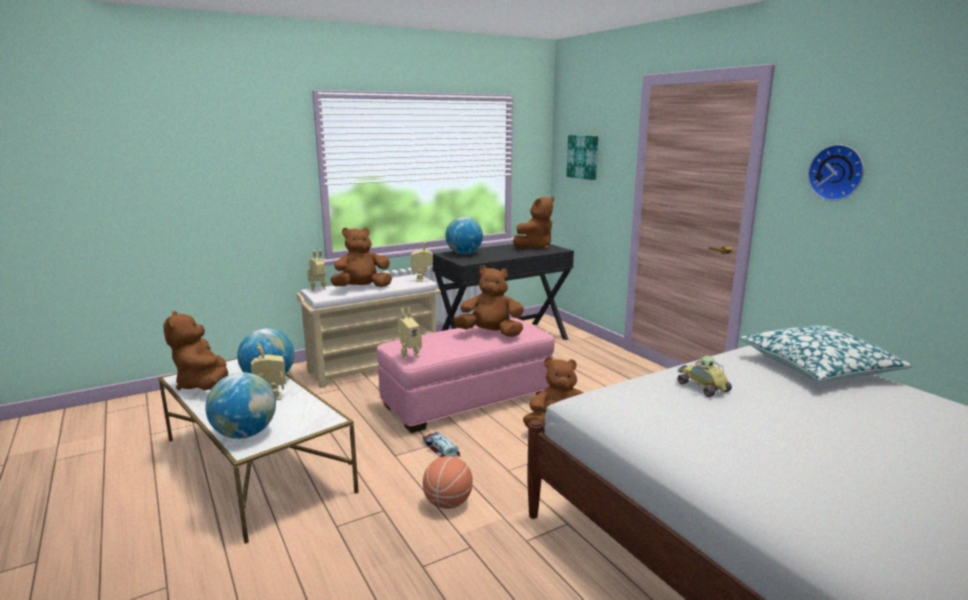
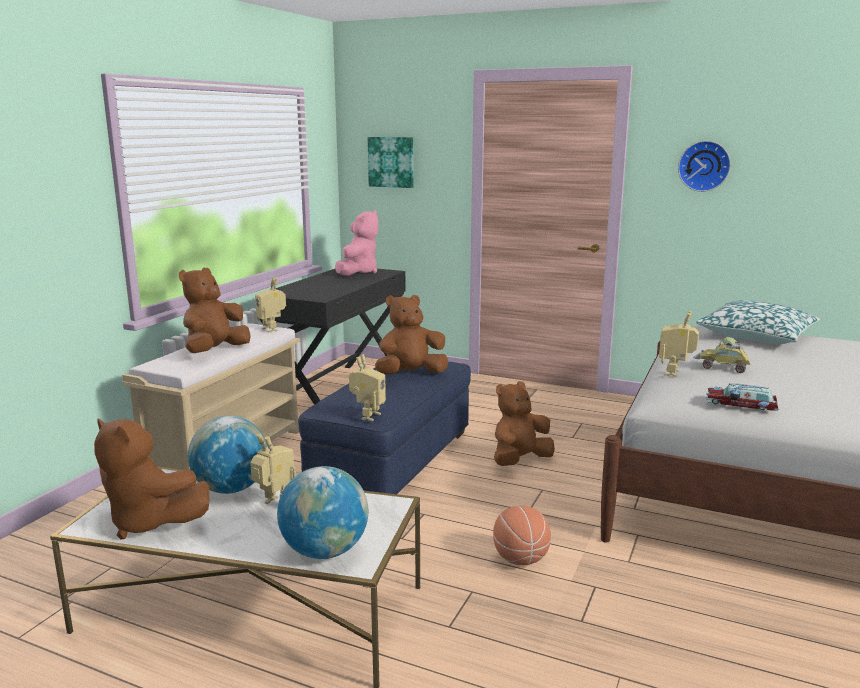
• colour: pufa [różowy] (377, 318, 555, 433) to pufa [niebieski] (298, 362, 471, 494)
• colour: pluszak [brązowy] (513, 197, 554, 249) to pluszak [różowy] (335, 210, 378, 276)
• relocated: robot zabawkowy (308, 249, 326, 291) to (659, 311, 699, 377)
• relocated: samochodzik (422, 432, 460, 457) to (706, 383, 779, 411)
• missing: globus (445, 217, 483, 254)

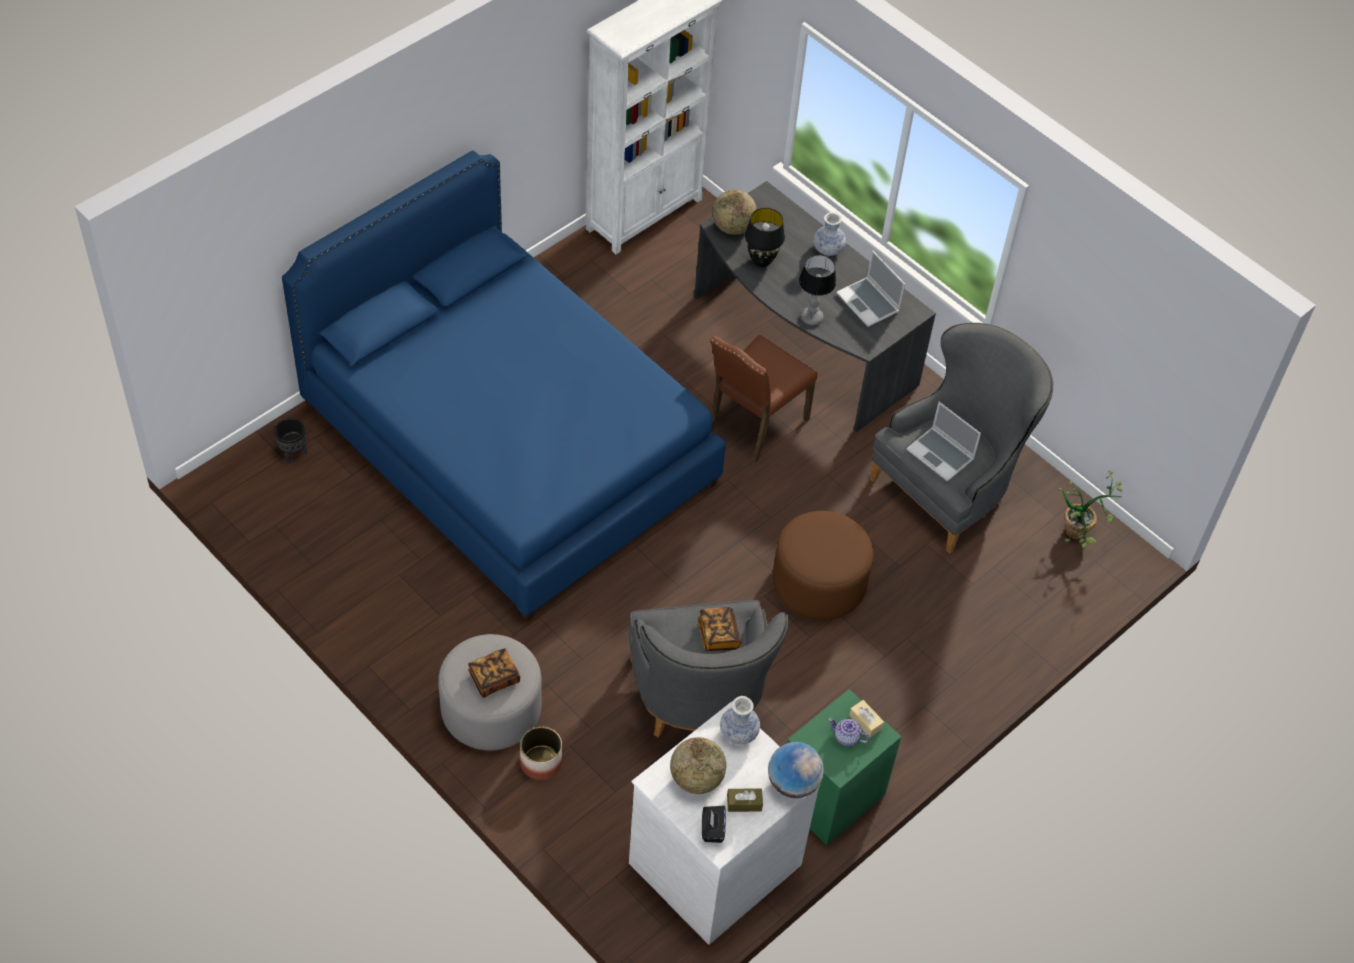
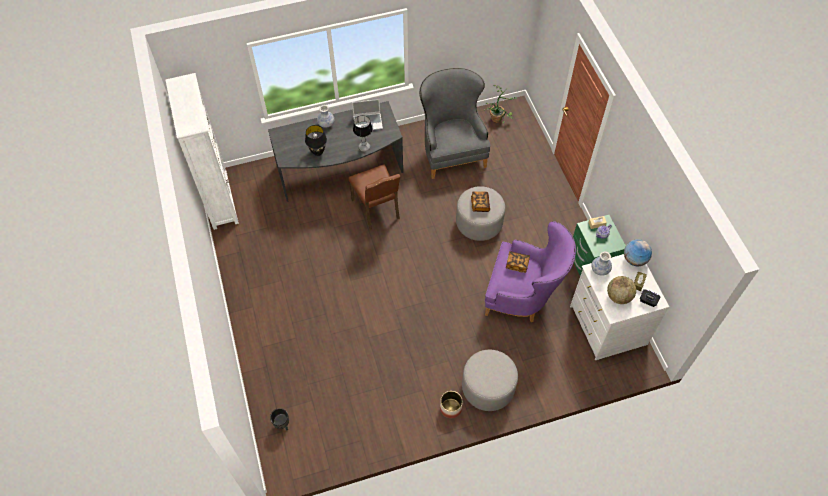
• relocated: donica (520, 726, 562, 780) to (440, 391, 463, 418)
• colour: pufa [brązowy] (772, 511, 874, 620) to pufa [szary] (456, 186, 505, 241)
• relocated: książka (468, 648, 520, 698) to (471, 191, 490, 212)
• colour: fotel [szary] (629, 600, 789, 737) to fotel [fioletowy] (485, 221, 576, 322)
• missing: łóżko [niebieski] (282, 150, 726, 622)
• missing: globus (712, 189, 757, 235)
• missing: laptop (906, 402, 981, 482)

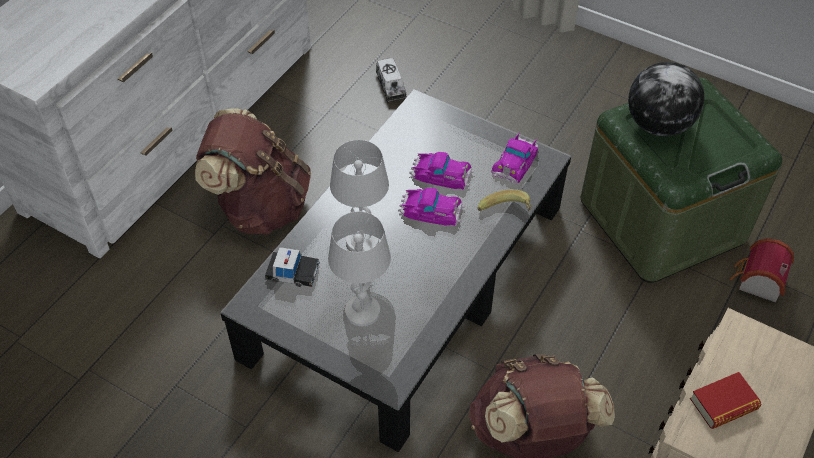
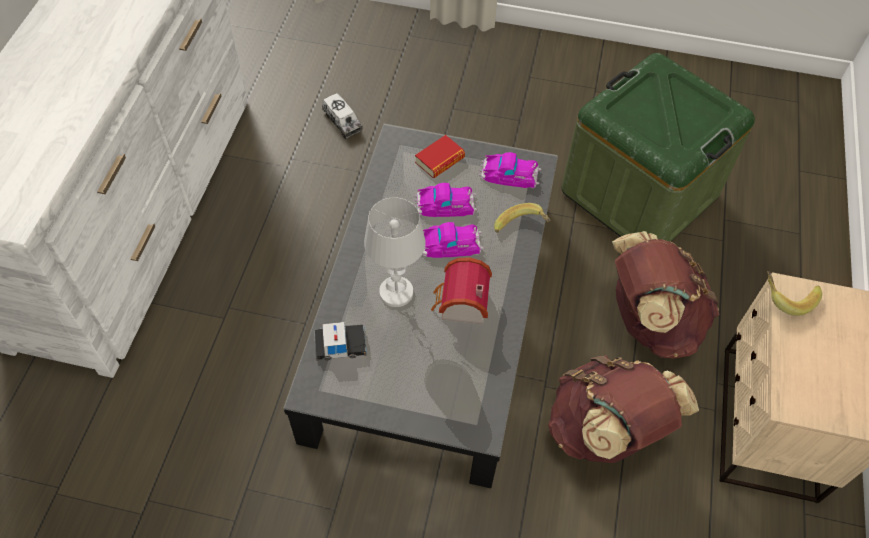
• relocated: książka (690, 372, 761, 429) to (415, 135, 465, 178)
• relocated: domek (730, 238, 794, 303) to (431, 257, 492, 324)
• spun: samochodzik (492, 133, 539, 184) = (479, 152, 541, 188) 90 degrees counterclockwise
• relocated: plecak [brązowy] (195, 108, 311, 235) to (612, 231, 720, 358)
• appeared: banan (767, 271, 822, 316)
• missing: lampa stołowa [biały] (328, 211, 391, 326)
• missing: globus (628, 62, 705, 136)

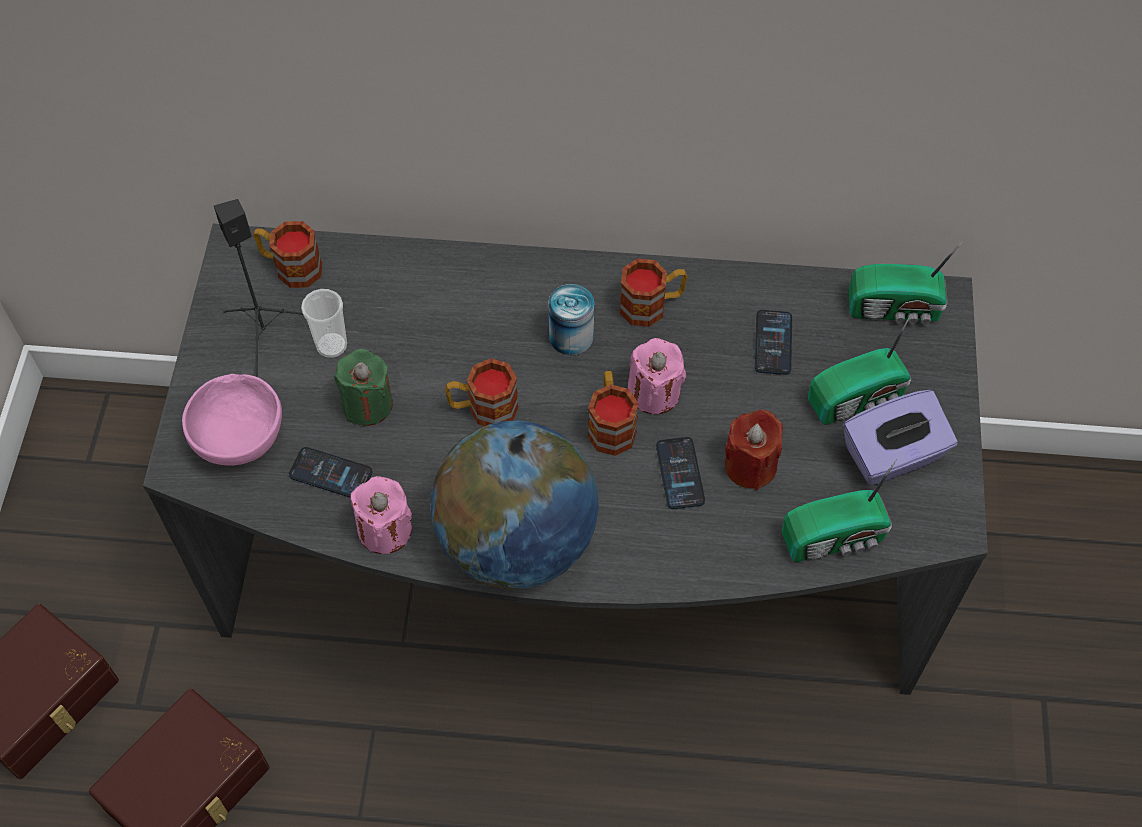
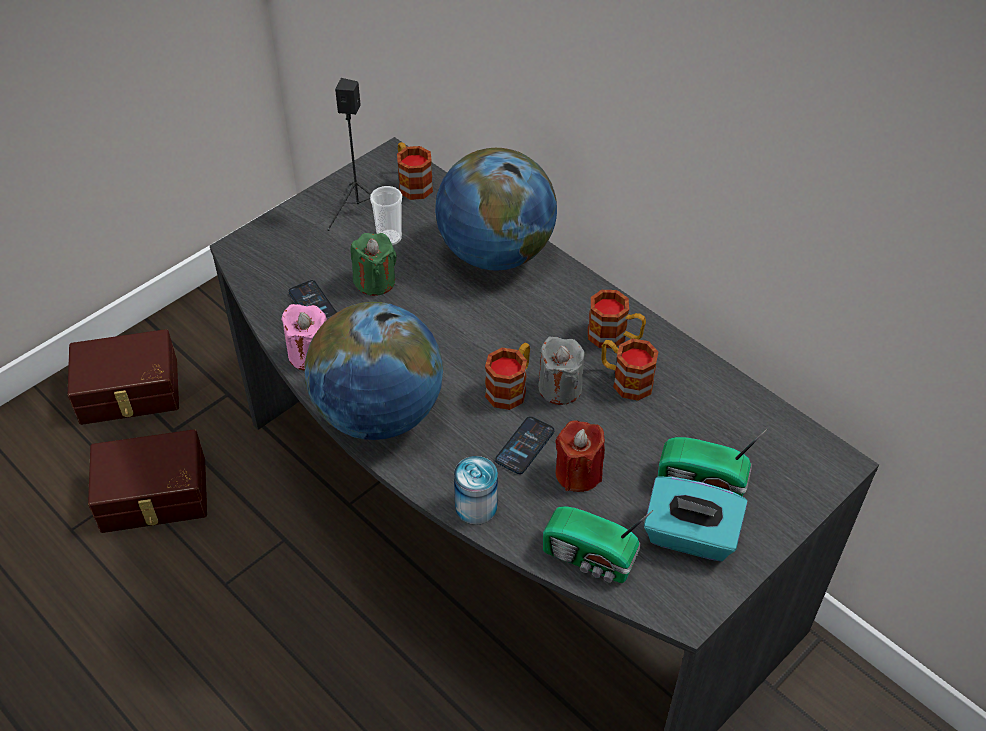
• appeared: globus (435, 148, 557, 271)
• relocated: puszka (548, 284, 594, 355) to (454, 456, 498, 525)
• colour: świeca [różowy] (628, 338, 686, 414) to świeca [szary] (538, 336, 585, 405)
• relocated: kubek (445, 358, 519, 426) to (601, 338, 658, 401)
• colour: pudełko chusteczek [fioletowy] (843, 390, 958, 486) to pudełko chusteczek [turkusowy] (644, 477, 747, 561)
• missing: miska [różowy] (182, 374, 282, 465)
• missing: telefon (755, 310, 792, 375)
• missing: radio (849, 240, 964, 324)

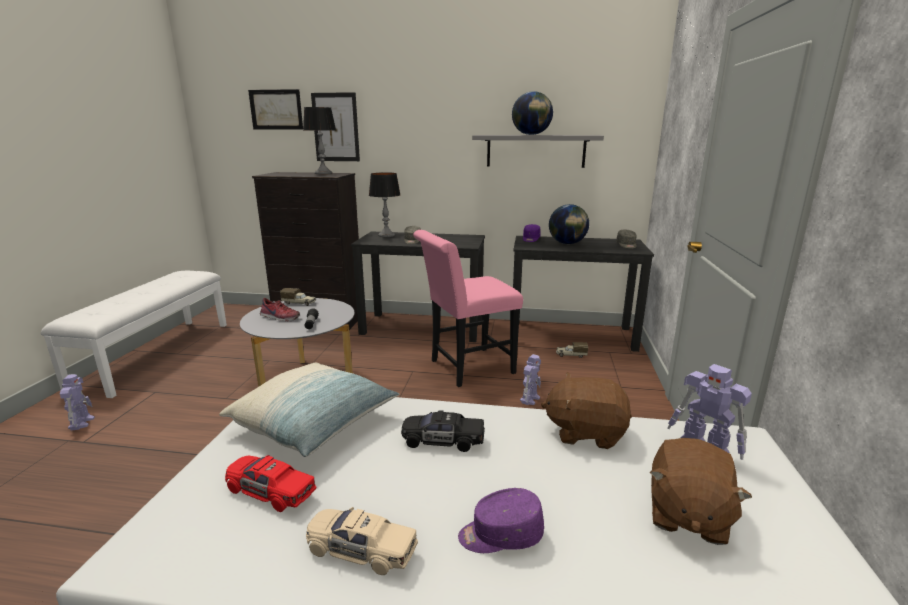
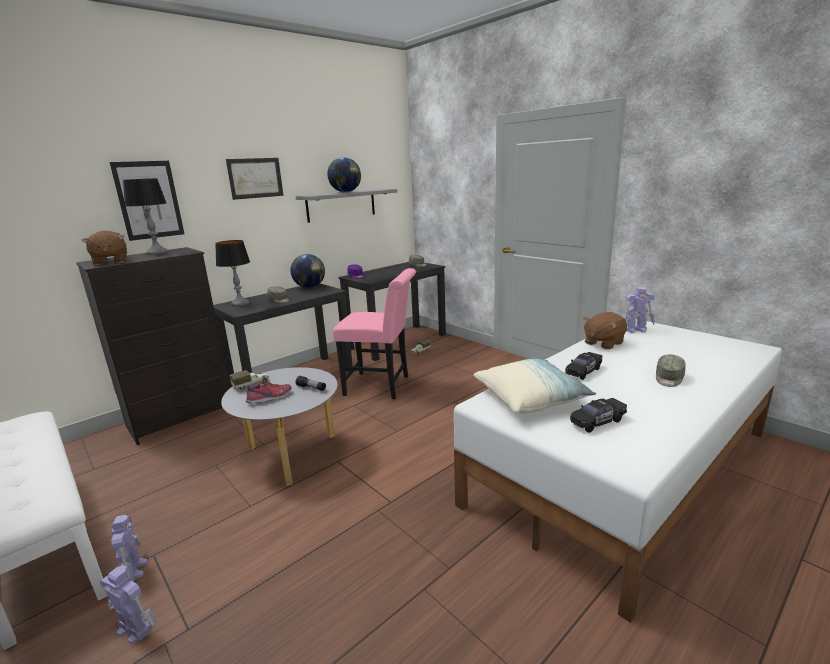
• relocated: pluszak [brązowy] (650, 438, 752, 545) to (81, 231, 127, 265)
• relocated: robot zabawkowy (520, 354, 541, 405) to (111, 515, 147, 582)
• relocated: obraz (248, 89, 303, 130) to (226, 158, 284, 200)
• relocated: globus (549, 204, 589, 244) to (291, 254, 325, 288)
• spun: krzesło [różowy] (413, 230, 523, 387) = (333, 268, 416, 399) 90 degrees counterclockwise
• colour: samochodzik [czerwony] (225, 455, 316, 512) to samochodzik [czarny] (570, 398, 627, 433)
• colour: czapka z daszkiem [fioletowy] (458, 488, 544, 553) to czapka z daszkiem [szary] (656, 355, 686, 387)
• missing: samochodzik [beżowy] (306, 507, 418, 575)

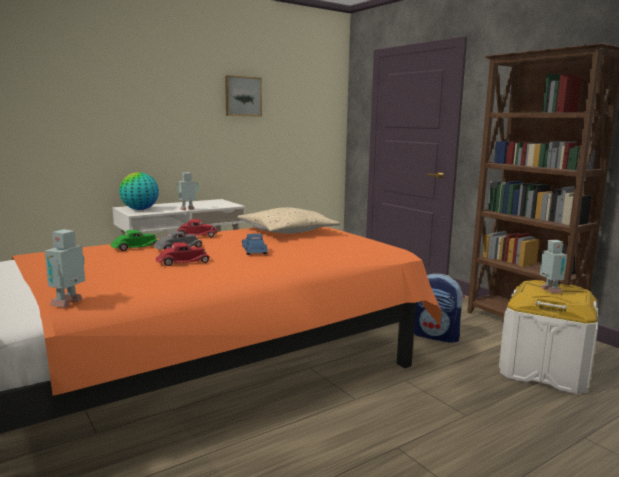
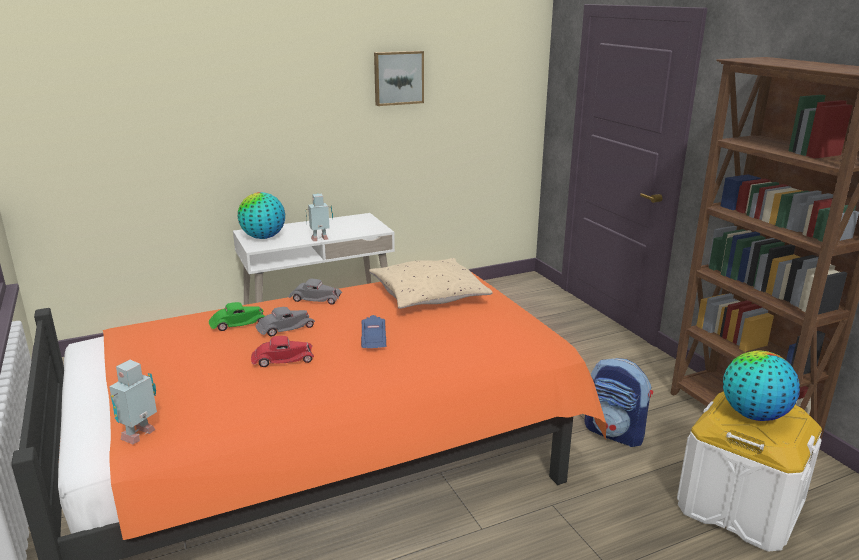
• colour: samochodzik [czerwony] (177, 219, 218, 237) to samochodzik [szary] (288, 279, 342, 305)
• exchanged: robot zabawkowy (540, 240, 567, 293) to globus (723, 350, 800, 421)

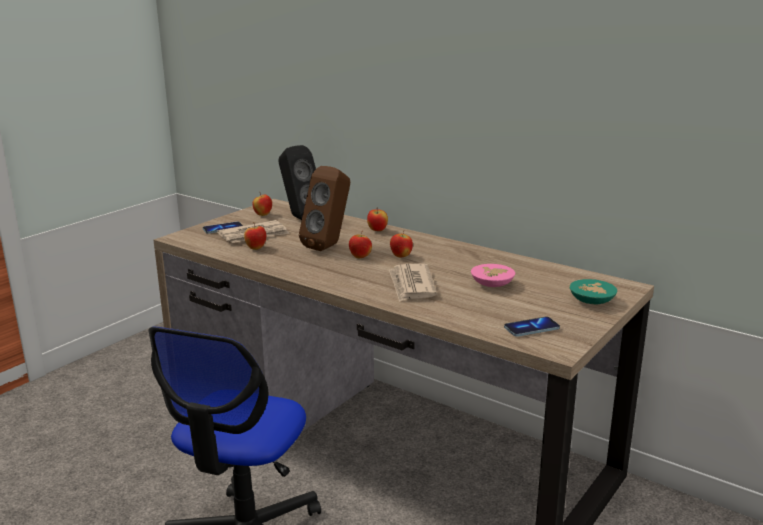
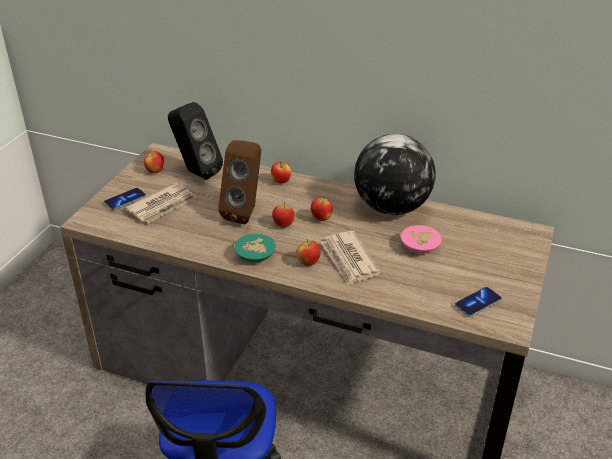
• relocated: miska [turkusowy] (569, 279, 617, 304) to (234, 234, 276, 262)
• relocated: jabłko (244, 222, 266, 250) to (297, 239, 321, 266)
• appeared: globus (354, 134, 436, 215)

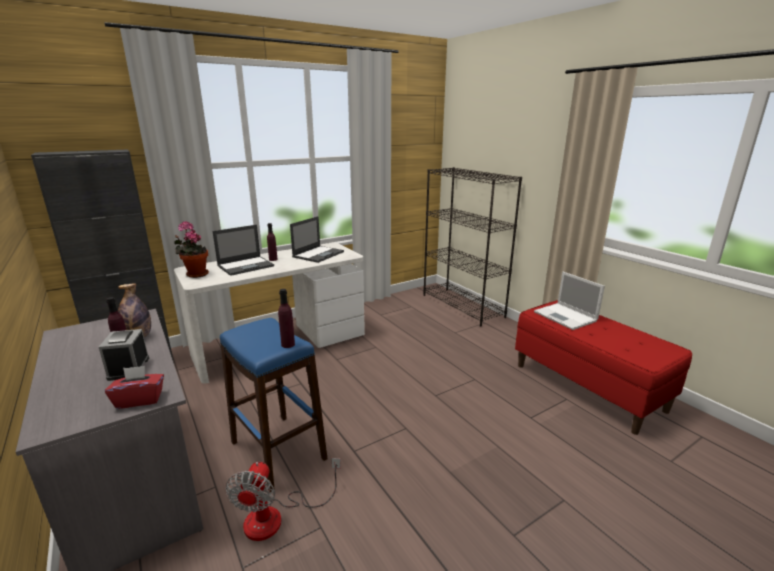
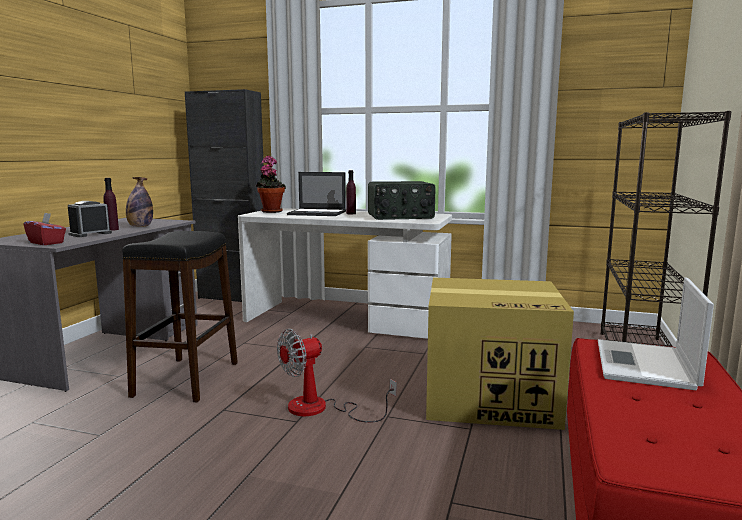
• colour: stołek [niebieski] (220, 318, 328, 492) to stołek [czarny] (122, 231, 238, 402)
• relocated: wentylator (226, 458, 341, 541) to (277, 329, 396, 423)
• exchanged: laptop (290, 216, 344, 263) to radio (368, 181, 436, 220)
• appeared: karton (426, 277, 574, 430)
• missing: butelka [fioletowy] (278, 289, 295, 348)

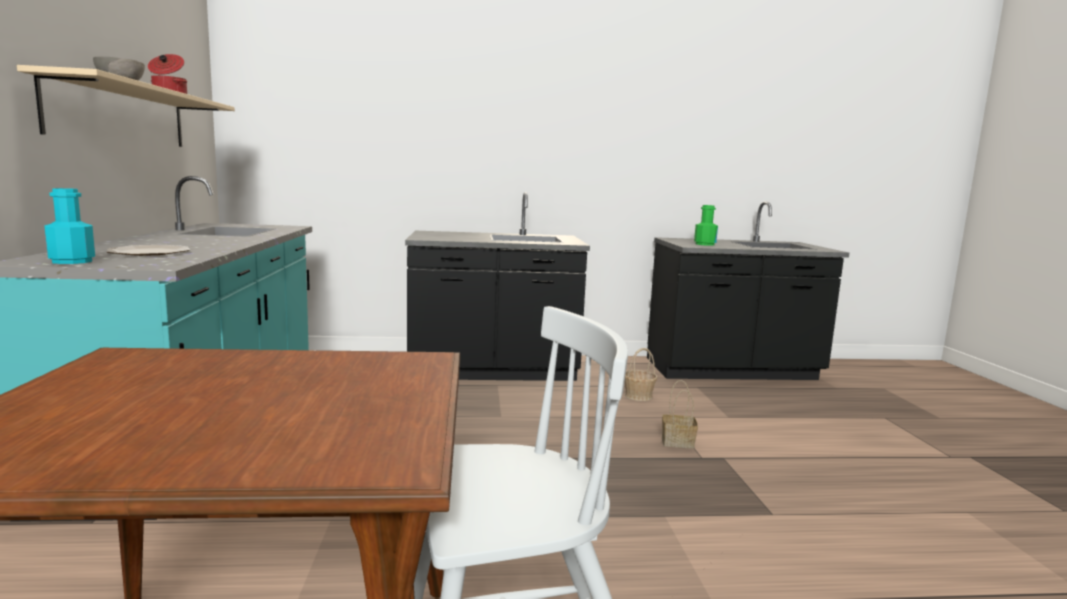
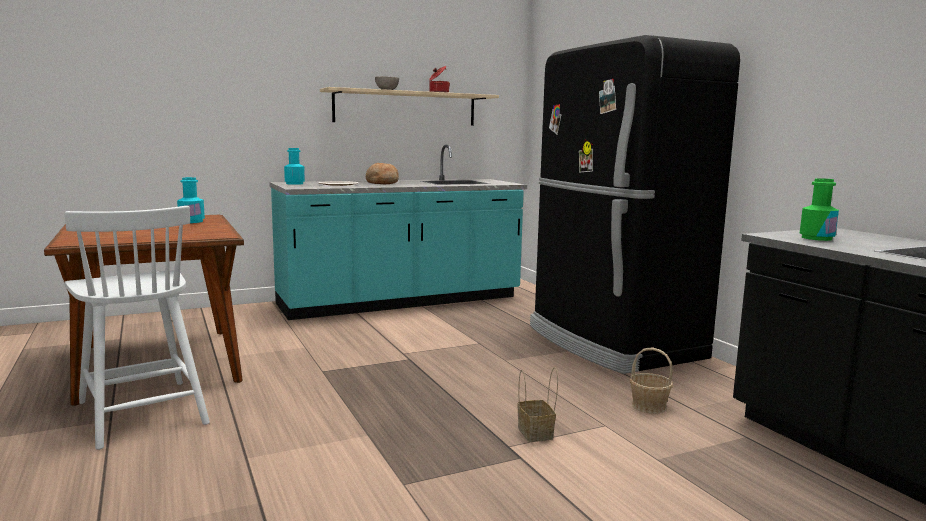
• appeared: butelka [turkusowy] (177, 177, 205, 223)
• appeared: chleb (366, 163, 399, 184)
• exchanged: zabudowa kuchenna [czarny] (405, 192, 590, 381) to lodówka [czarny] (530, 35, 740, 374)

